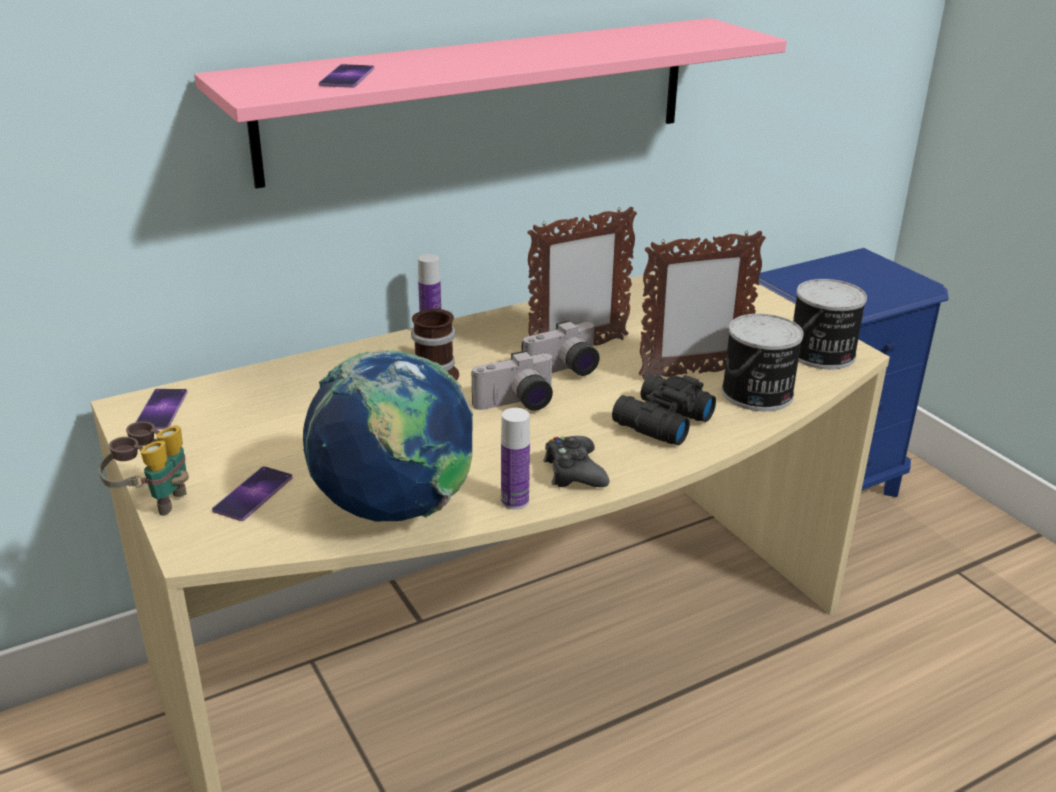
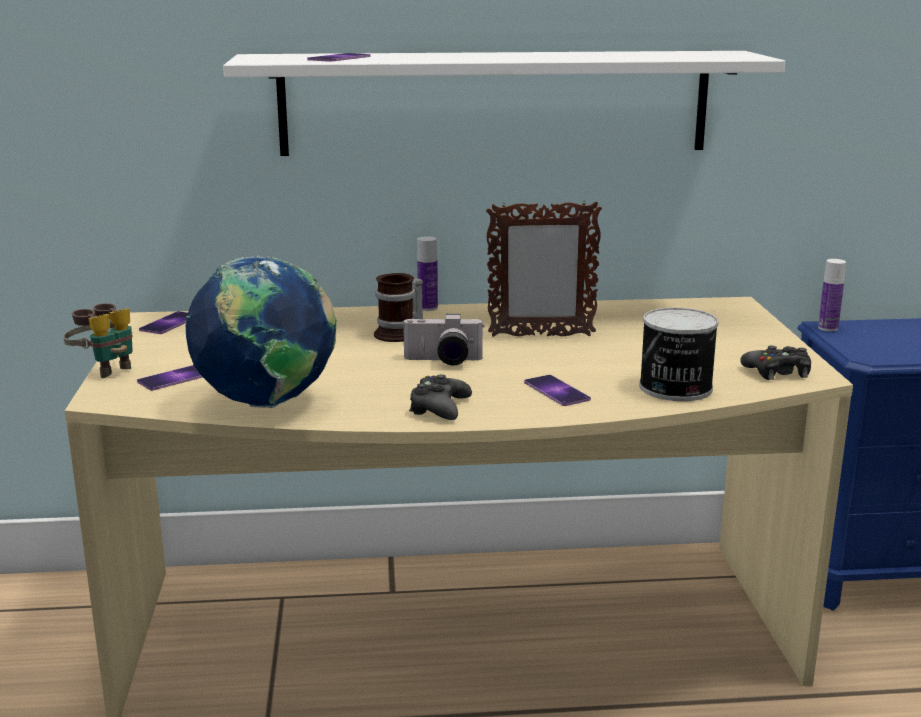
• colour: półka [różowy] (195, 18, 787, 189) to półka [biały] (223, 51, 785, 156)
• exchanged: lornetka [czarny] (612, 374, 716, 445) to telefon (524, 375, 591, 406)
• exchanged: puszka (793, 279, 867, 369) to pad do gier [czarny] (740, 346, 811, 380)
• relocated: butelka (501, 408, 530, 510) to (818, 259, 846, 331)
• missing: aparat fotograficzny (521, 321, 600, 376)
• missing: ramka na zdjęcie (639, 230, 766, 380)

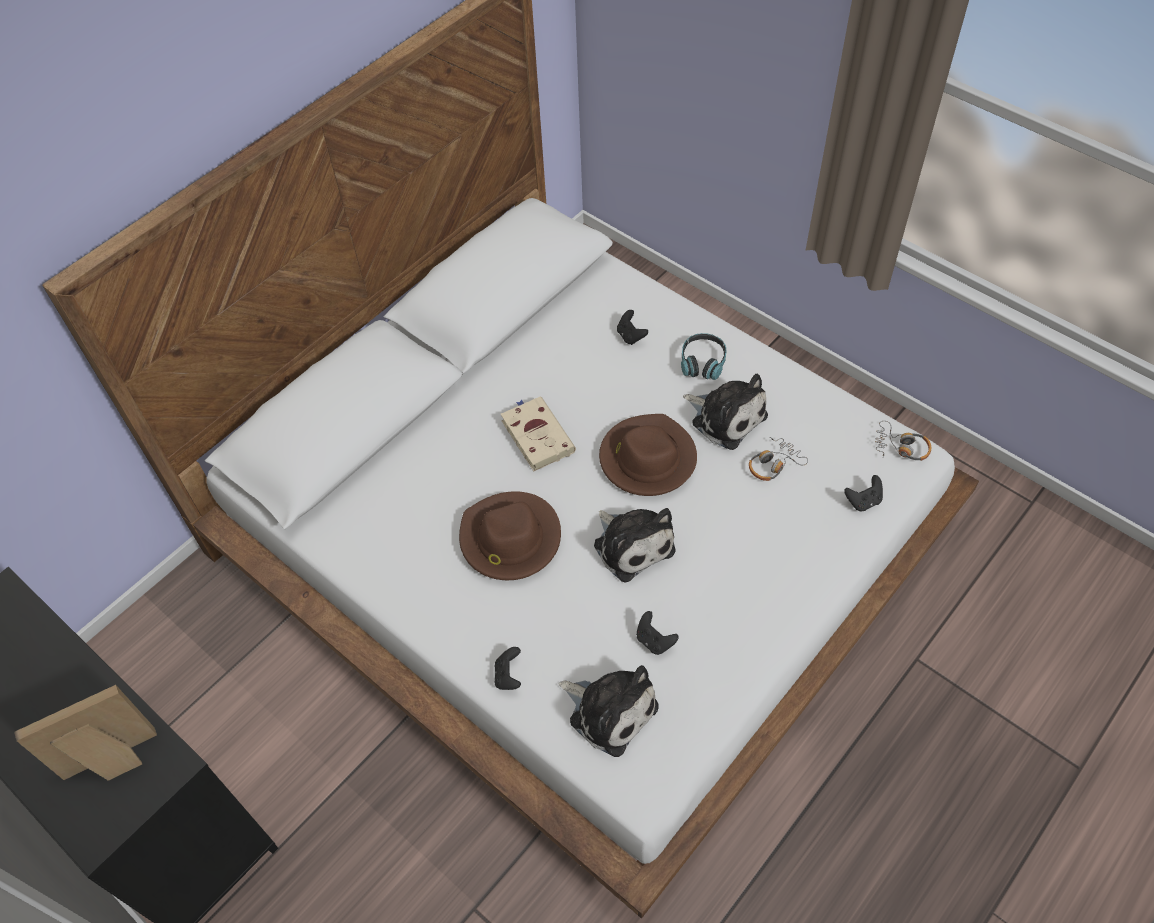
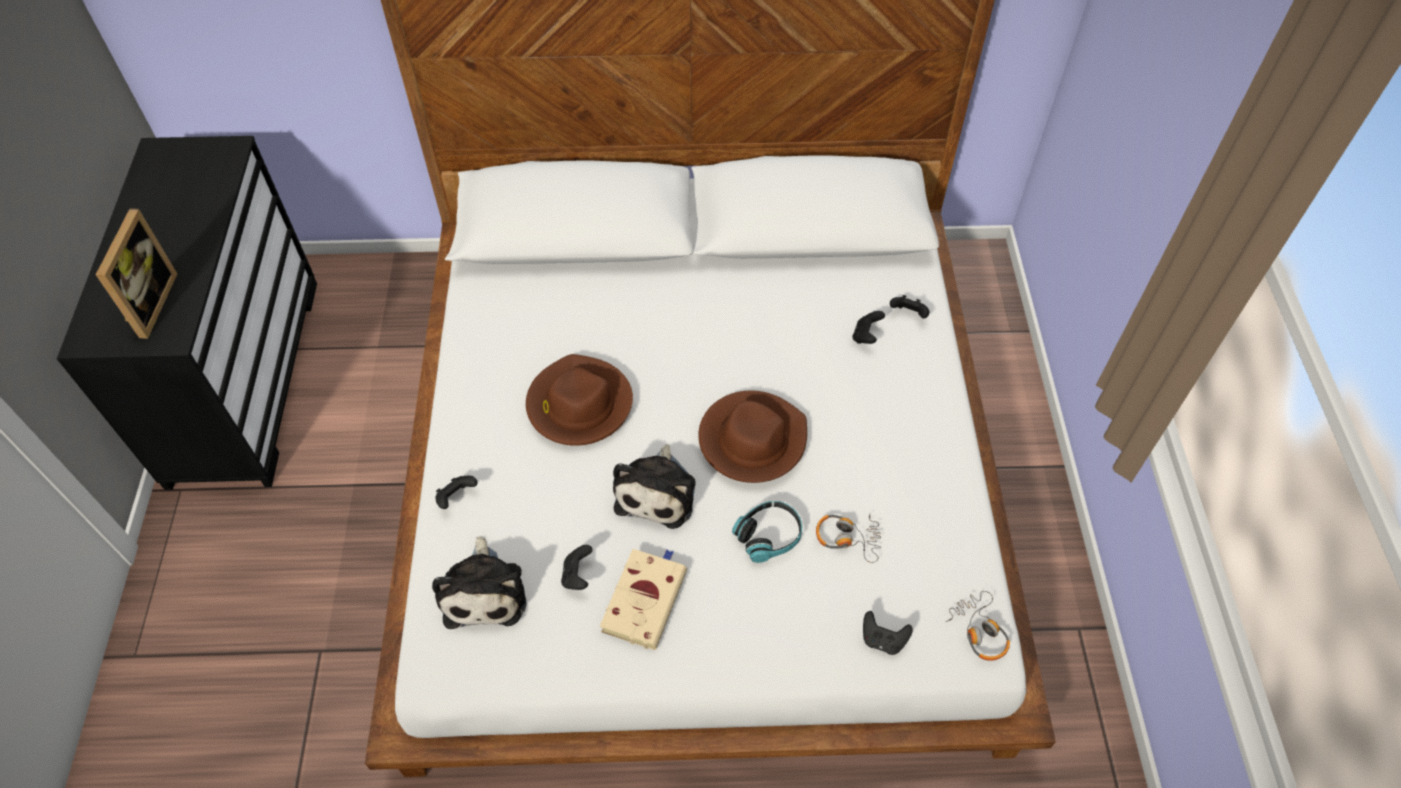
• spun: ramka na zdjęcie (14, 685, 157, 781) = (96, 208, 177, 339) 75 degrees clockwise
• relocated: książka [beżowy] (501, 397, 576, 471) to (600, 549, 687, 650)
• relocated: słuchawki (681, 333, 726, 380) to (732, 501, 802, 563)
• appeared: pad do gier [czarny] (890, 295, 929, 318)
• missing: pluszak (683, 374, 768, 450)

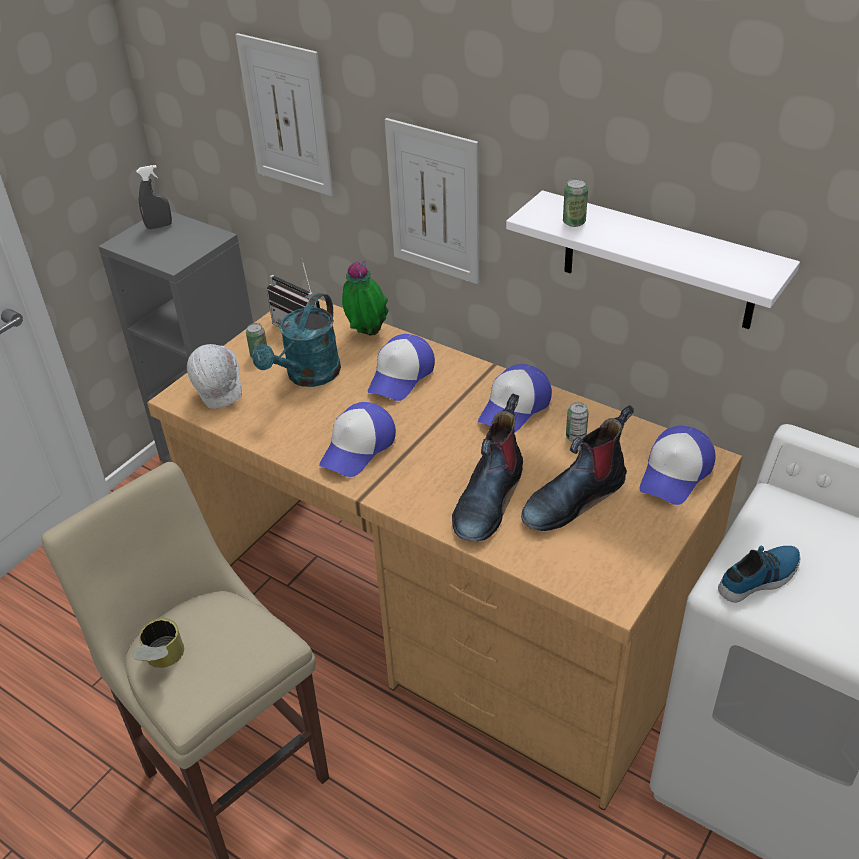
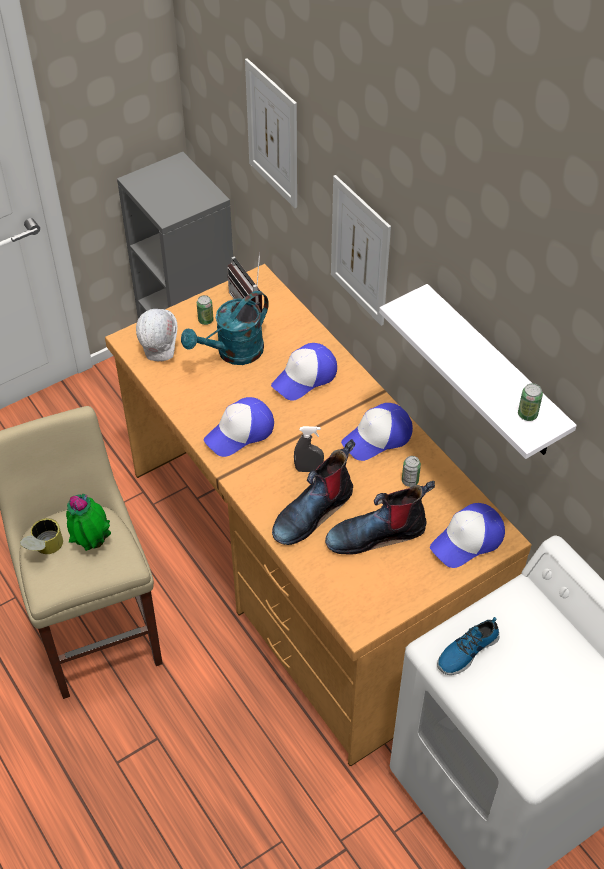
• relocated: roślina doniczkowa (342, 260, 389, 336) to (66, 494, 111, 551)
• relocated: spryskiwacz [szary] (136, 165, 172, 229) to (294, 426, 324, 472)
• spun: but (718, 545, 800, 602) = (437, 617, 499, 675) 150 degrees clockwise
• relocated: puszka (563, 179, 588, 227) to (518, 383, 543, 421)

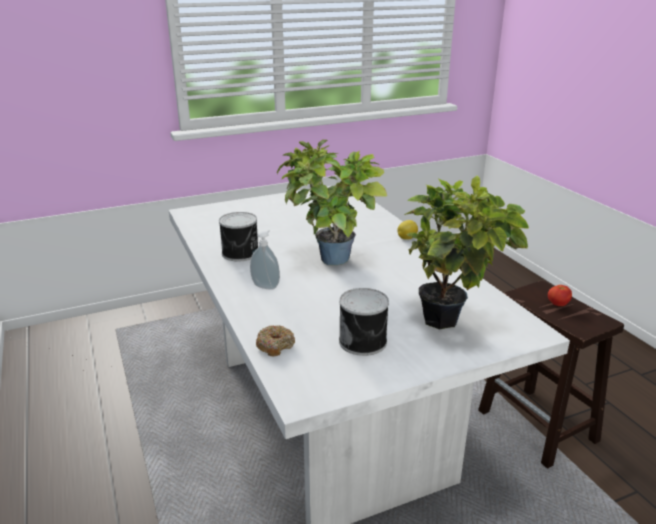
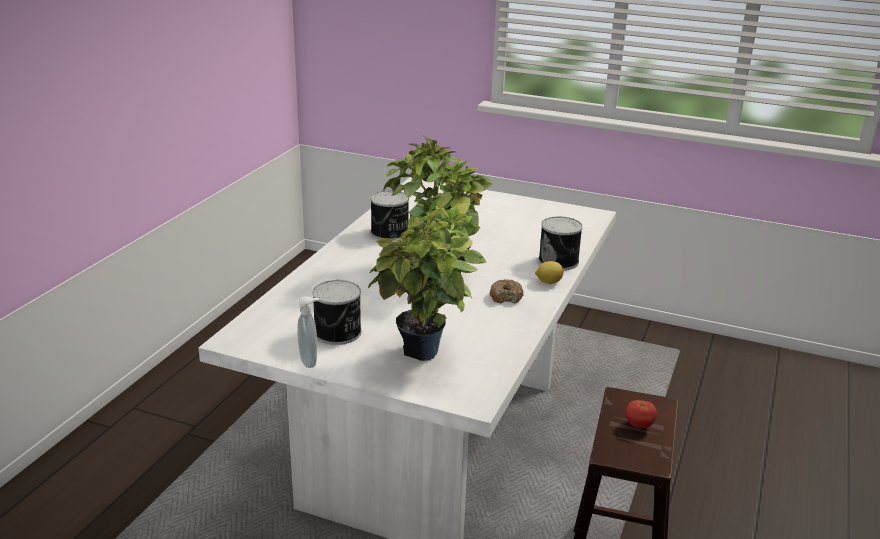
• relocated: dozownik mydła (250, 229, 280, 290) to (297, 296, 319, 368)
• relocated: donut (256, 325, 295, 356) to (490, 279, 524, 303)
• appeared: puszka (539, 216, 583, 270)

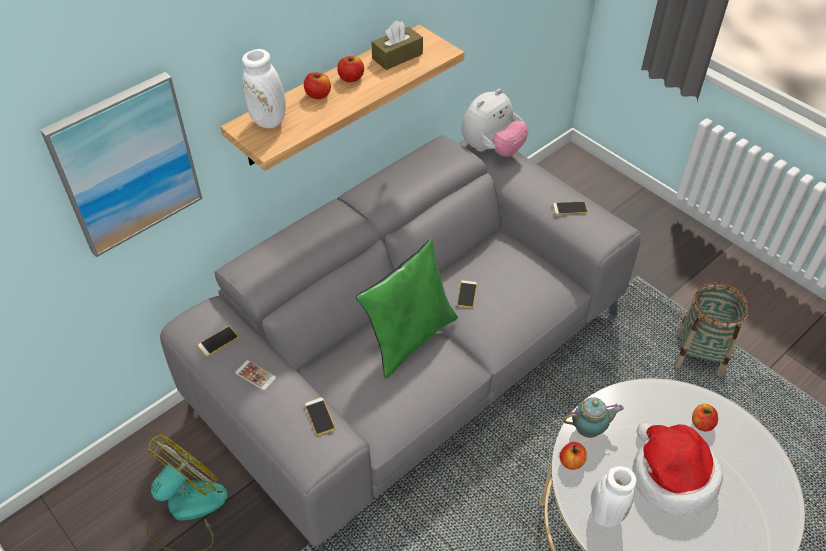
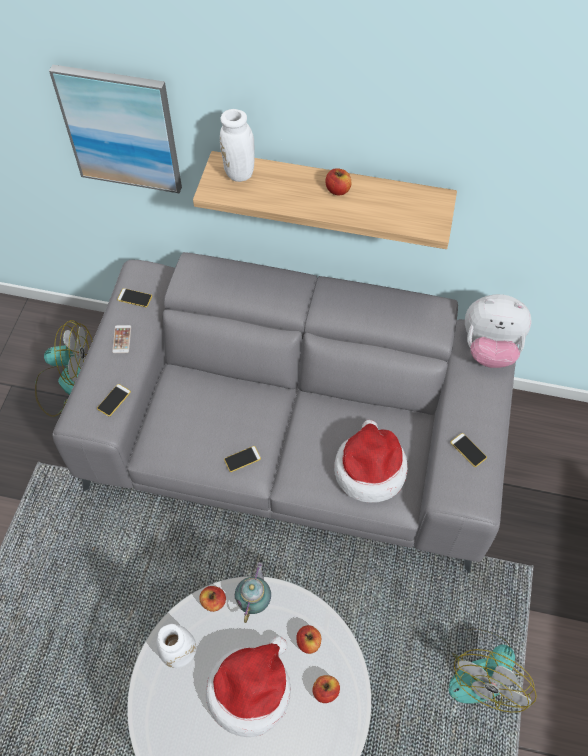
• relocated: telefon (457, 280, 477, 308) to (224, 446, 261, 472)
• spun: imbryk (563, 397, 624, 438) = (235, 562, 271, 623) 120 degrees counterclockwise
• relocated: jabłko (304, 72, 331, 99) to (296, 625, 321, 654)
• appeared: kapelusz (334, 420, 408, 503)
• exchanged: koszyk (674, 282, 749, 377) to wentylator (448, 629, 537, 713)
• missing: poduszka [zielony] (356, 239, 458, 379)
• missing: pudełko chusteczek [brązowy] (371, 21, 423, 70)

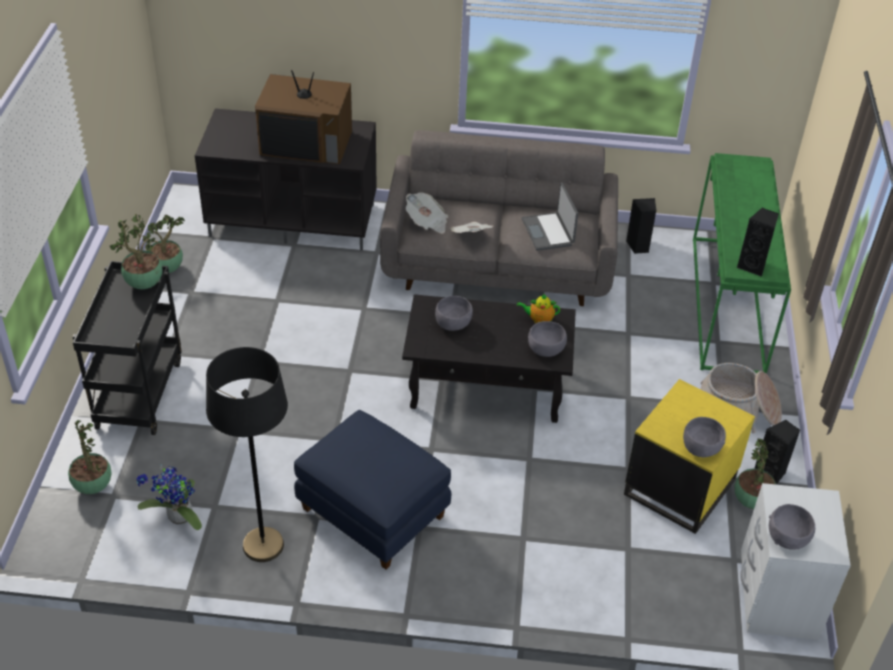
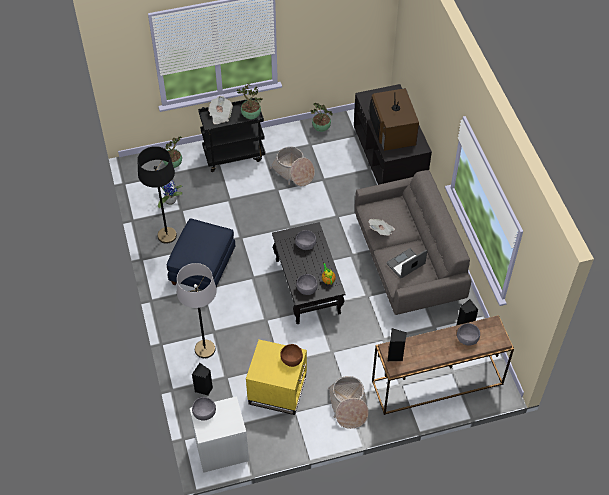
• appeared: lampa stojąca [szary] (177, 263, 217, 358)
• relocated: głośnik [czarny] (754, 420, 800, 485) to (192, 363, 213, 396)
• relocated: gazeta (406, 192, 448, 234) to (208, 96, 233, 124)
• appeared: koszyk (270, 146, 315, 187)
• appeared: miska [brązowy] (280, 344, 303, 367)
• colour: stolik konsolowy [zielony] (693, 153, 791, 374) to stolik konsolowy [brązowy] (372, 315, 514, 415)
• relocated: miska [szary] (683, 417, 726, 457) to (457, 323, 480, 346)
• missing: roślina doniczkowa (734, 439, 776, 509)

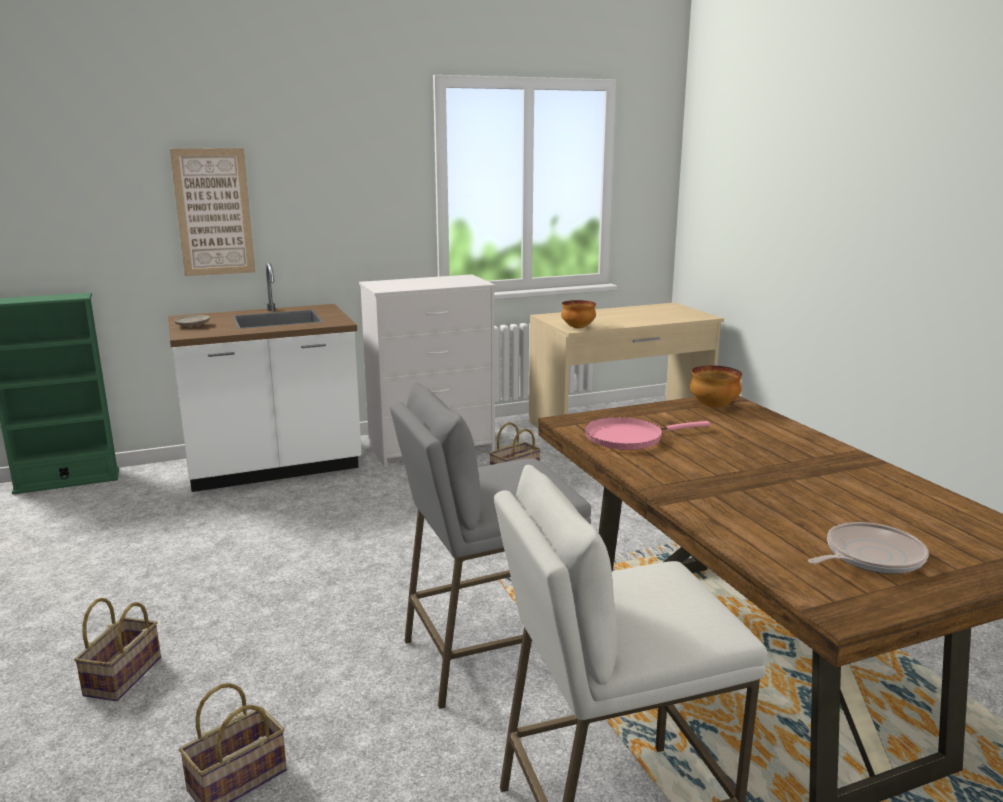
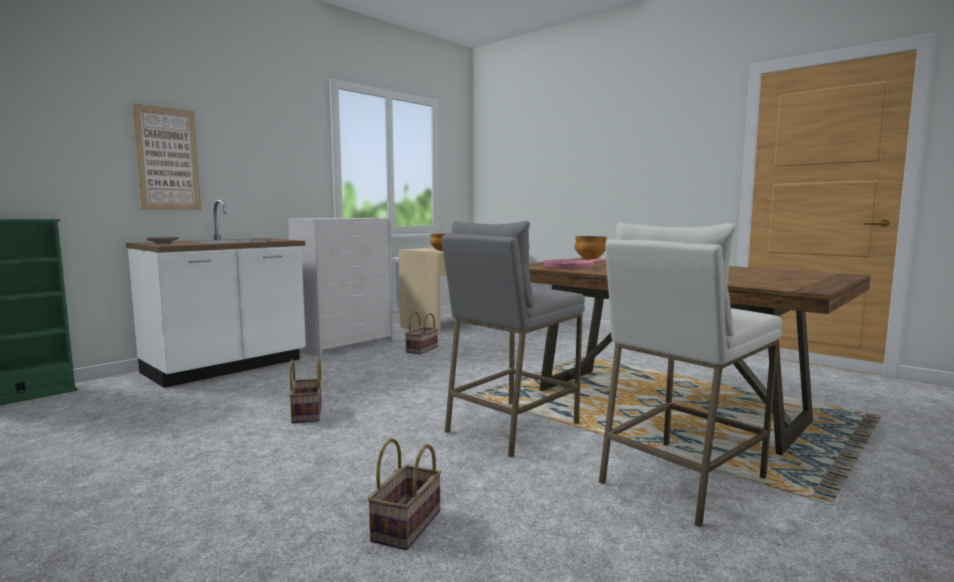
• relocated: koszyk (74, 598, 161, 701) to (289, 358, 322, 423)
• missing: patelnia (808, 522, 929, 574)

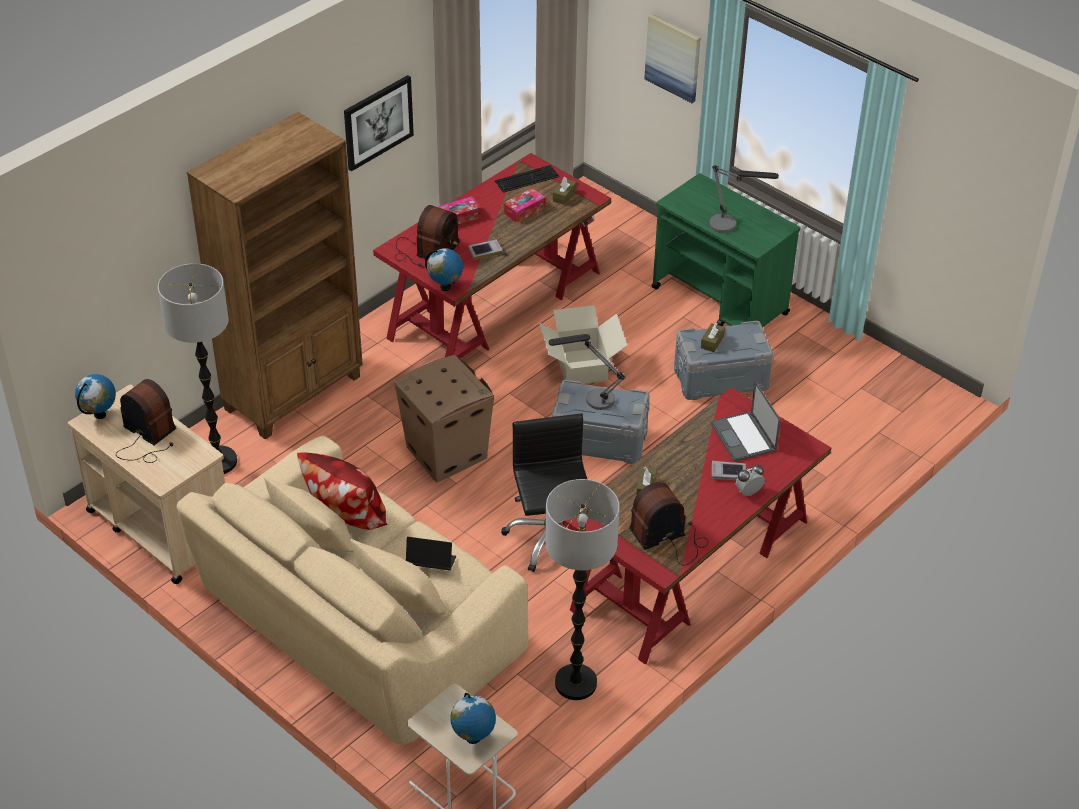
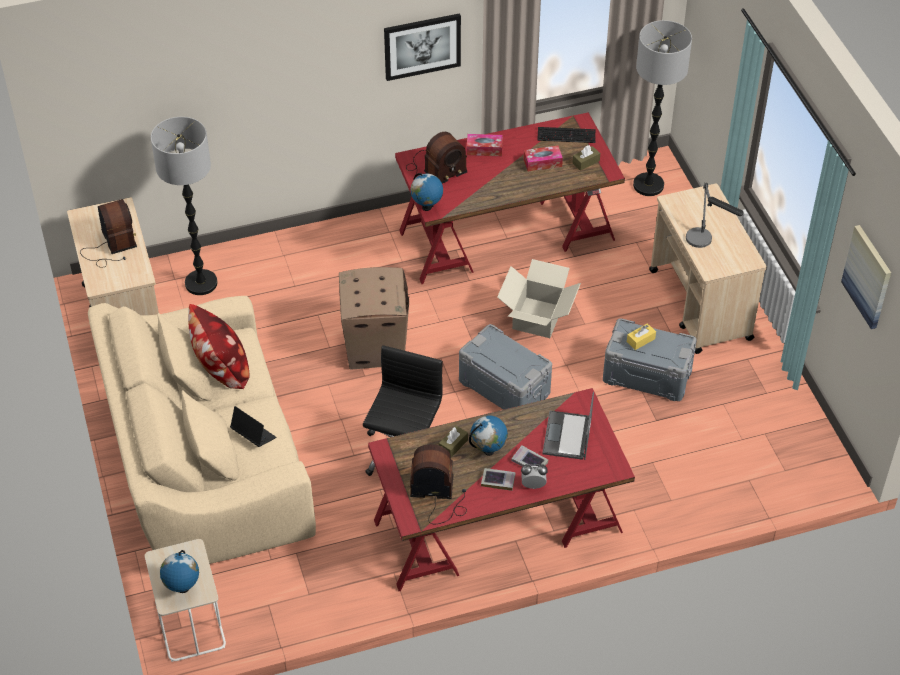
• relocated: globus (75, 374, 116, 419) to (469, 415, 508, 456)
• relocated: książka (468, 240, 503, 260) to (481, 468, 515, 491)
• colour: pudełko chusteczek [brązowy] (701, 323, 725, 352) to pudełko chusteczek [żółty] (627, 323, 656, 350)
• relocated: lampa stojąca (545, 479, 620, 700) to (633, 20, 692, 196)
• colour: wózek [zielony] (651, 173, 800, 328) to wózek [beżowy] (649, 183, 767, 354)
• relocated: obraz (644, 14, 700, 103) to (841, 225, 891, 329)
• missing: regał [brązowy] (187, 112, 363, 439)
• missing: lampa stołowa (549, 334, 626, 410)

